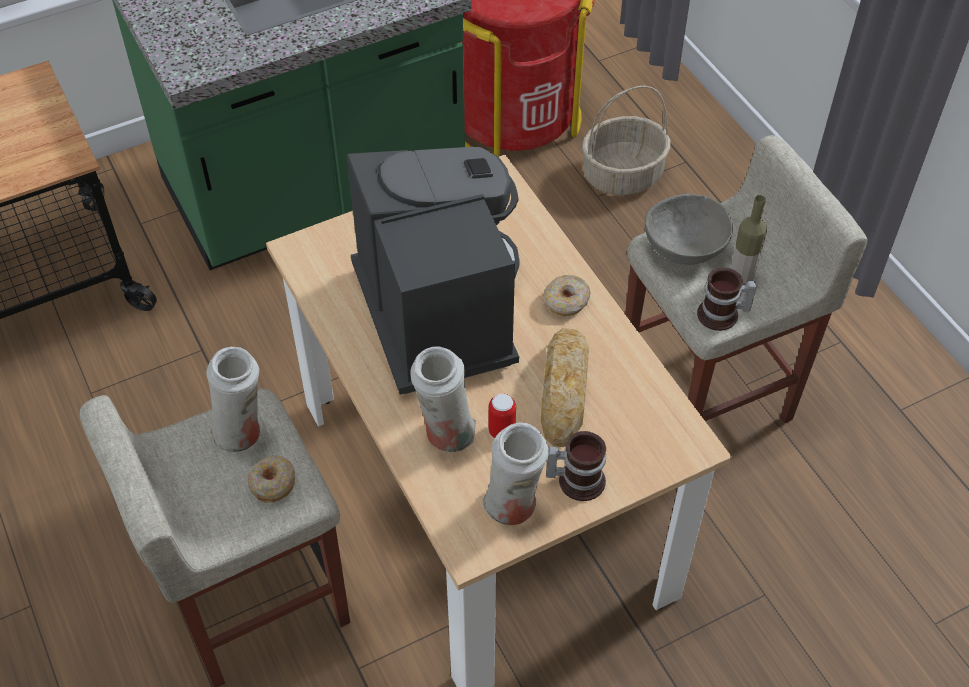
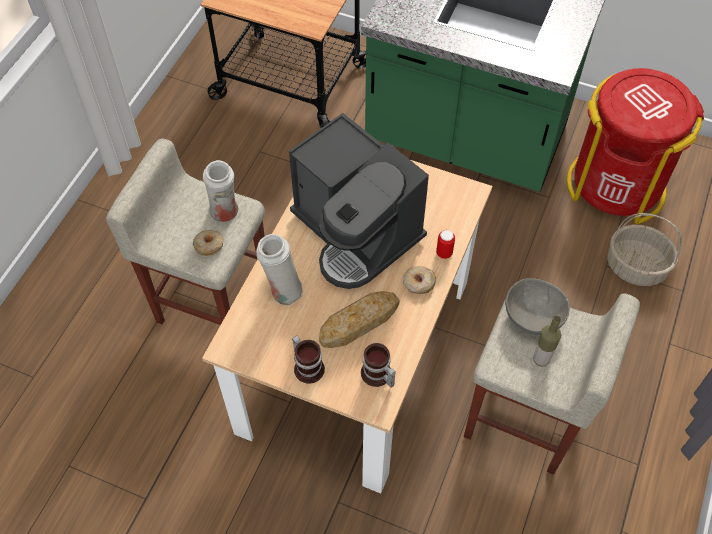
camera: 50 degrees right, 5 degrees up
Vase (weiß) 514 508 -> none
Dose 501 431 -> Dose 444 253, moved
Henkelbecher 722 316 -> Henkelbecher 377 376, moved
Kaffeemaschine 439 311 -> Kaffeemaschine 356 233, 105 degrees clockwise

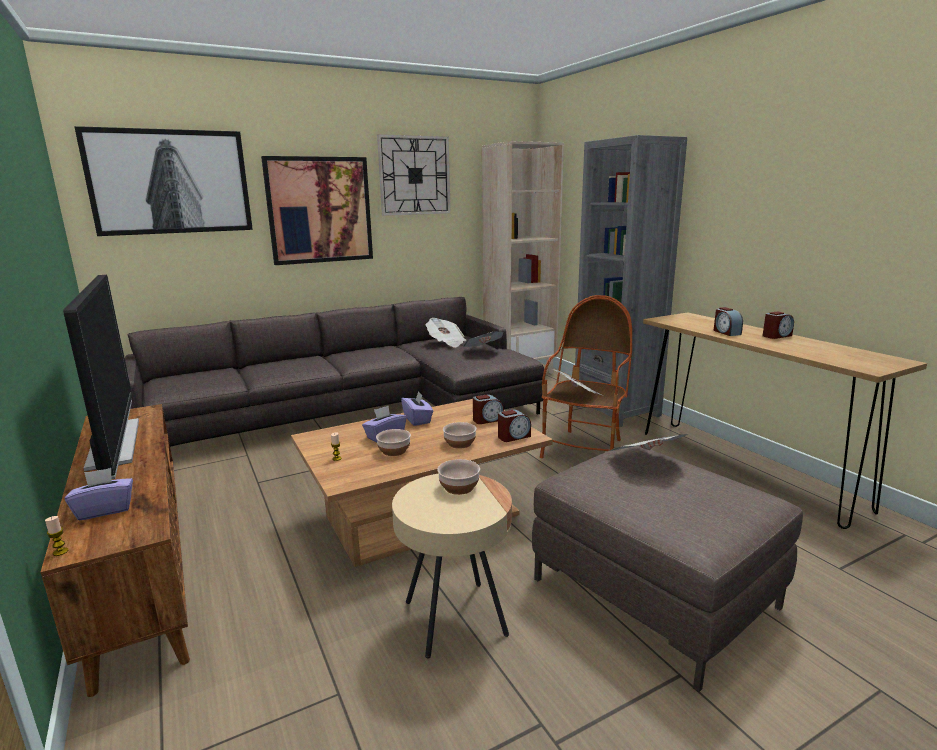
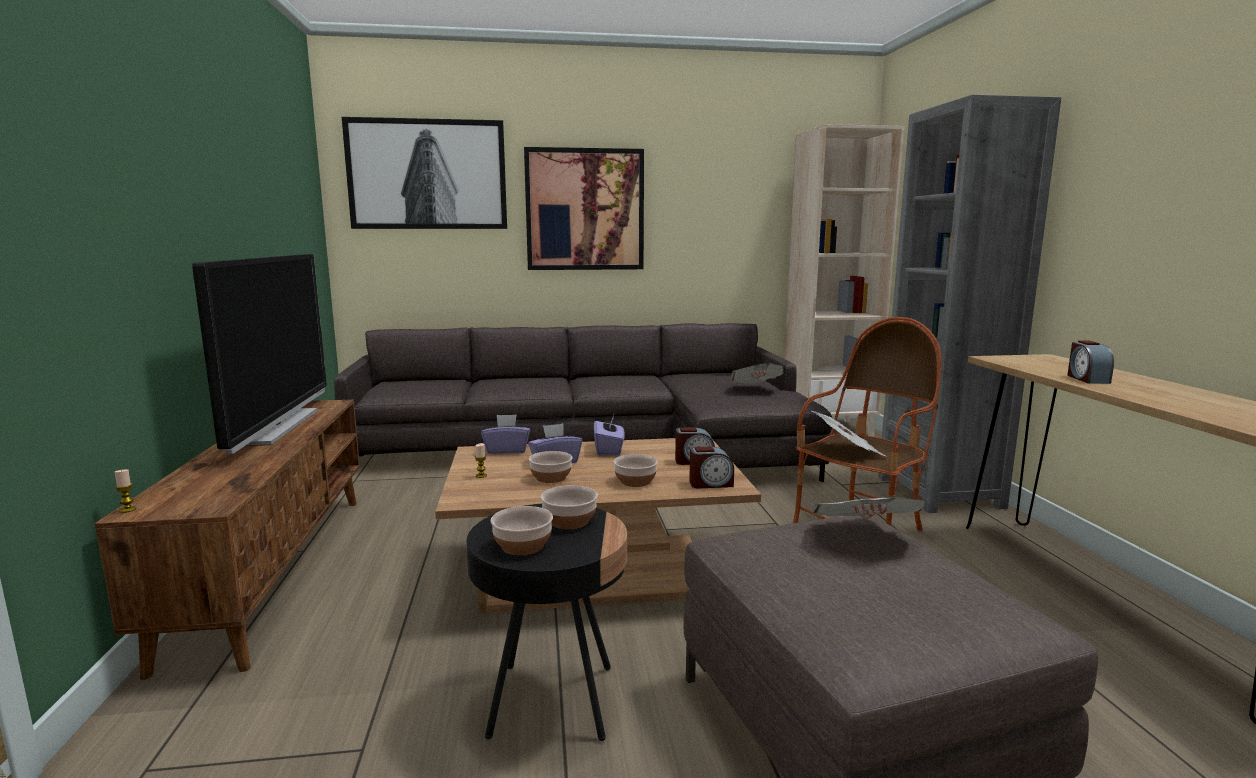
camera: 20 degrees right, 5 degrees down
Wanduhr 414 175 -> none
Zeitung 446 343 -> none
Wecker 776 336 -> none
none -> Schüssel 523 546
Taschentuchbox (lila) 105 510 -> Taschentuchbox (lila) 507 450, moved
Beistelltisch (beige) 455 618 -> Beistelltisch (schwarz) 552 701

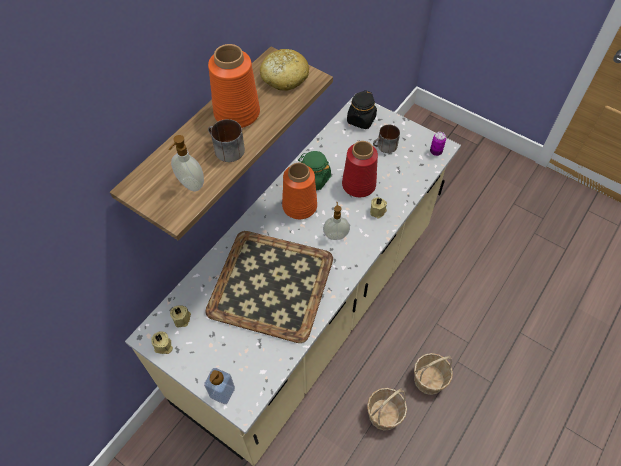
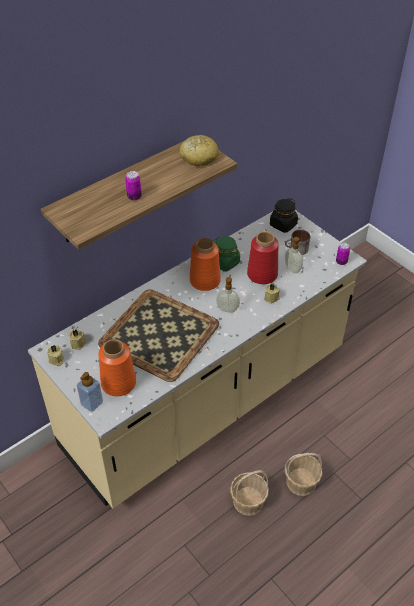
camera: 15 degrees right, 10 degrees down
Seifenspender 190 184 -> Seifenspender 292 269, moved
Vase (orange) 236 113 -> Vase (orange) 118 383, moved
Henkelbecher 225 149 -> Dose 134 197

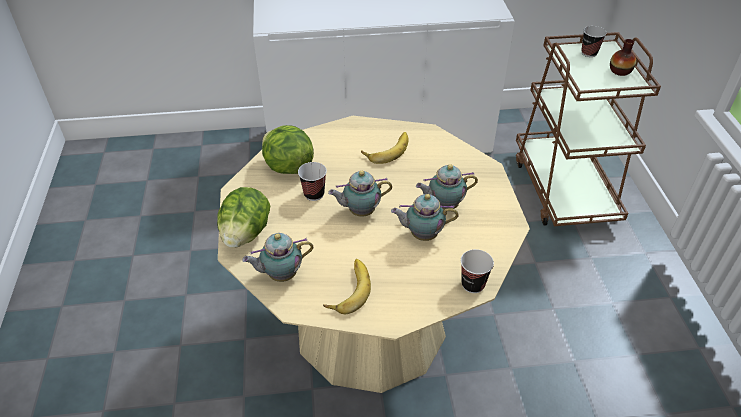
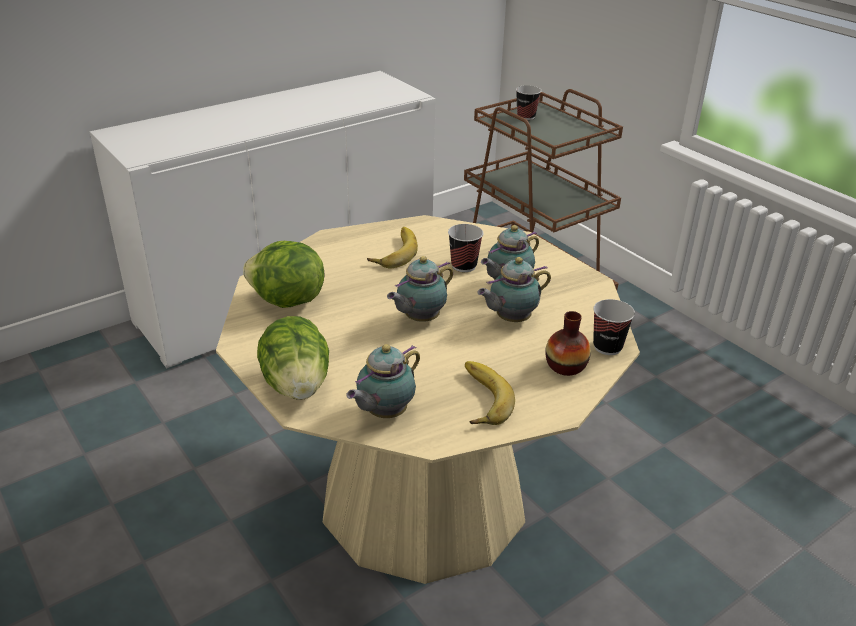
camera: 30 degrees left, 10 degrees down
Tasse 314 194 -> Tasse 464 266, moved
Vase 620 71 -> Vase 565 366, moved

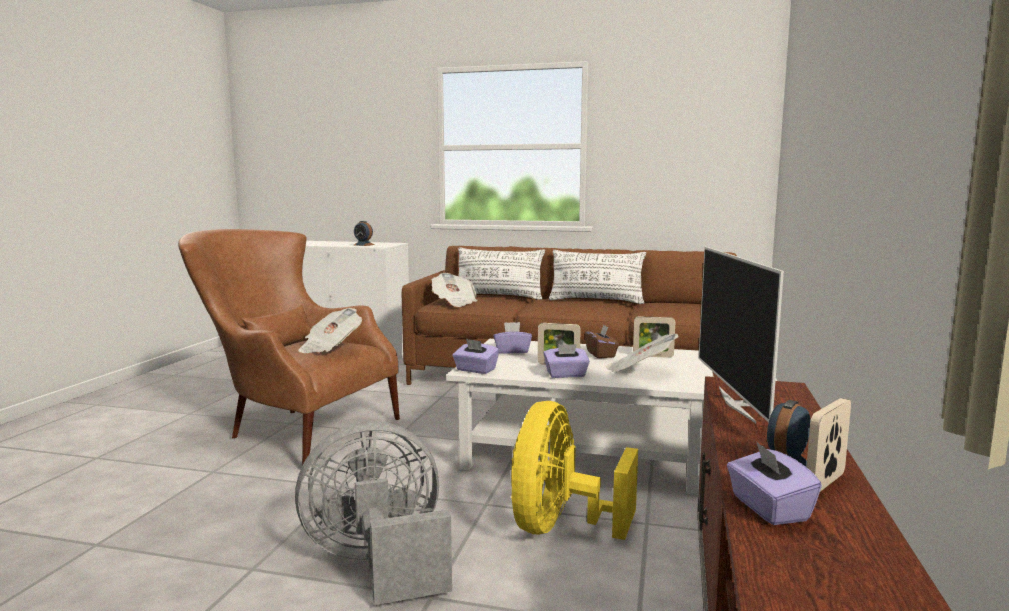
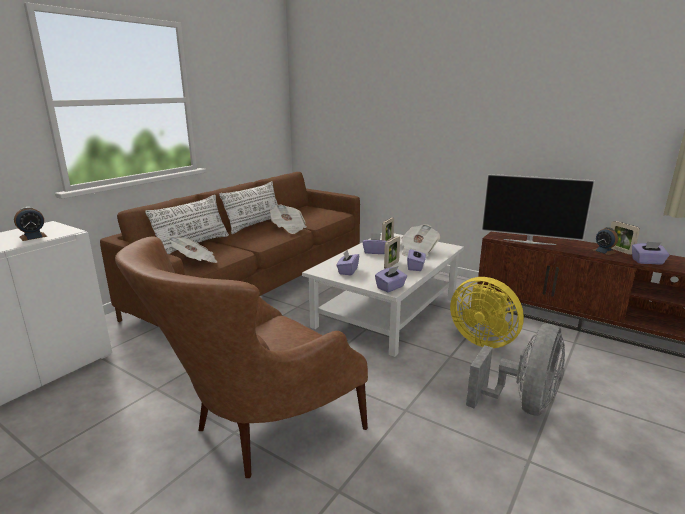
camera: 70 degrees left, 10 degrees up
Zeitung 330 347 -> Zeitung 288 228, moved
Taschentuchbox (braun) 601 354 -> Taschentuchbox (lila) 375 252
Ventilator (grau) 378 564 -> Ventilator (grau) 522 404, 150 degrees counterclockwise

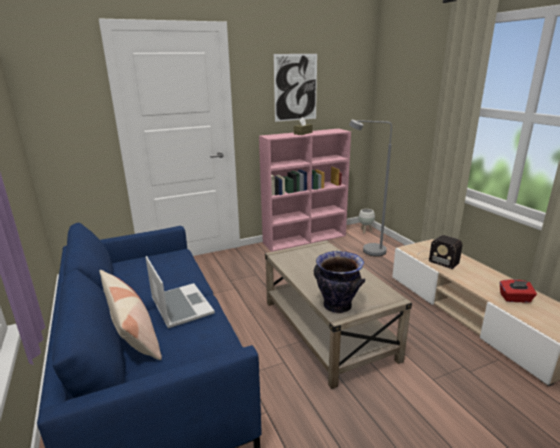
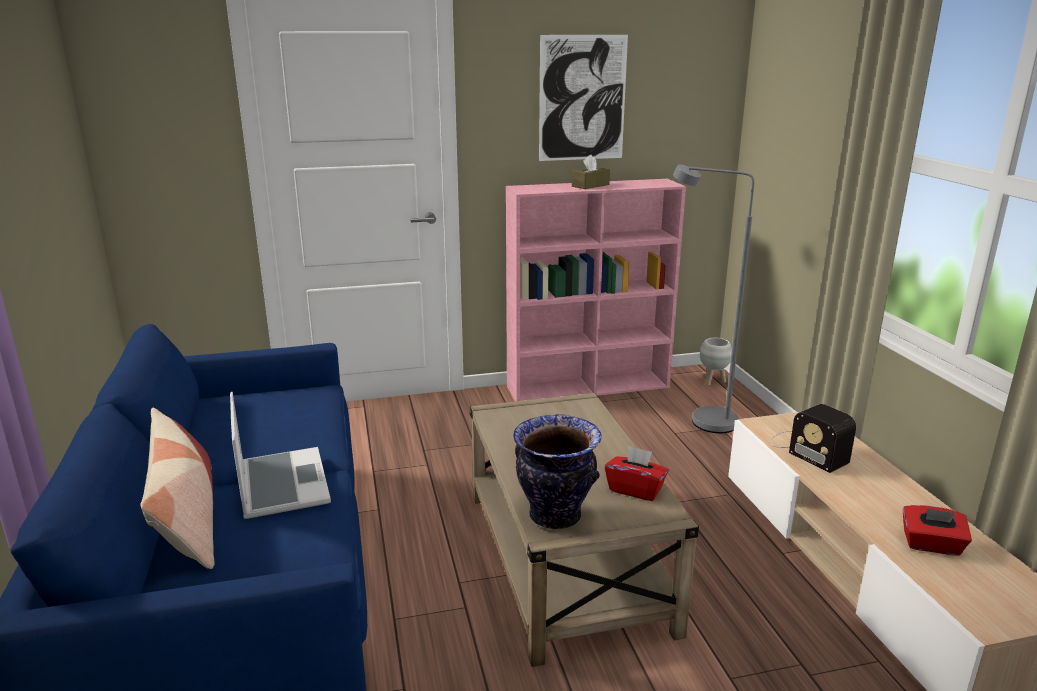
camera: 10 degrees right, 0 degrees up
none -> Taschentuchbox (rot) 635 489

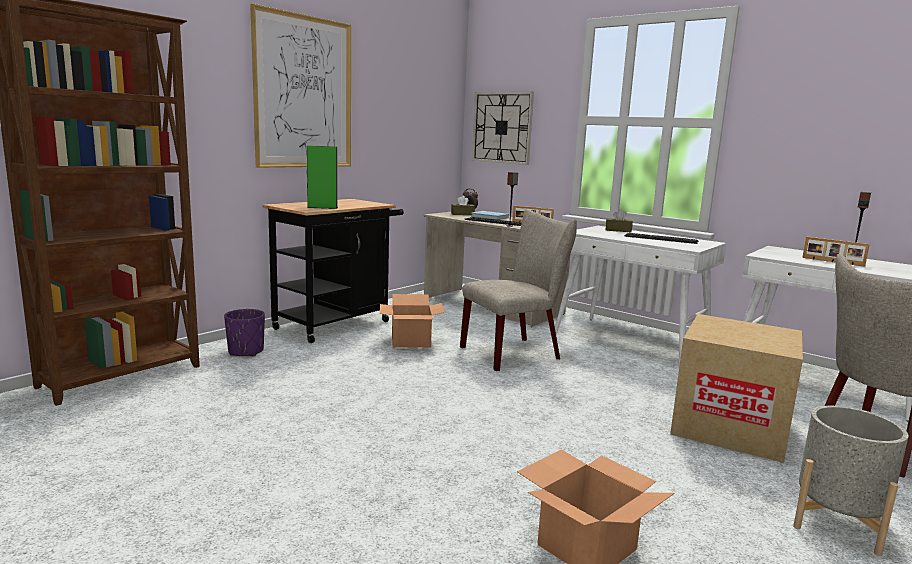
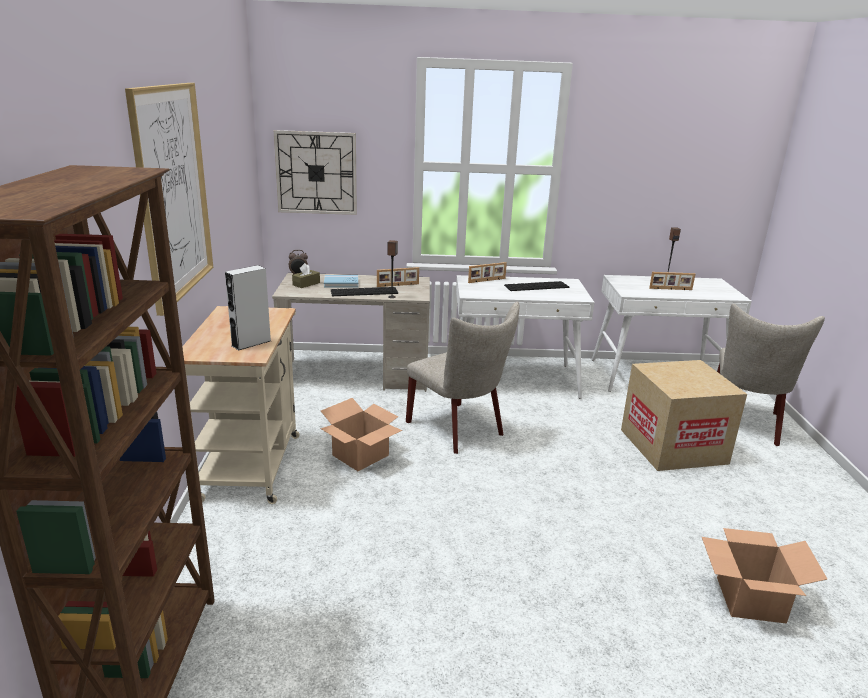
camera: 40 degrees left, 10 degrees up
Pflanzkübel (lila) 246 352 -> none
Pflanzkübel (grau) 837 523 -> none
Taschentuchbox (braun) 618 230 -> Bilderrahmen 487 280
Rollwagen (schwarz) 337 323 -> Rollwagen (beige) 252 461
Lautsprecher (grün) 322 207 -> Lautsprecher (grau) 251 343
Stuhl (beige) 515 352 -> Stuhl (beige) 459 430, 120 degrees clockwise

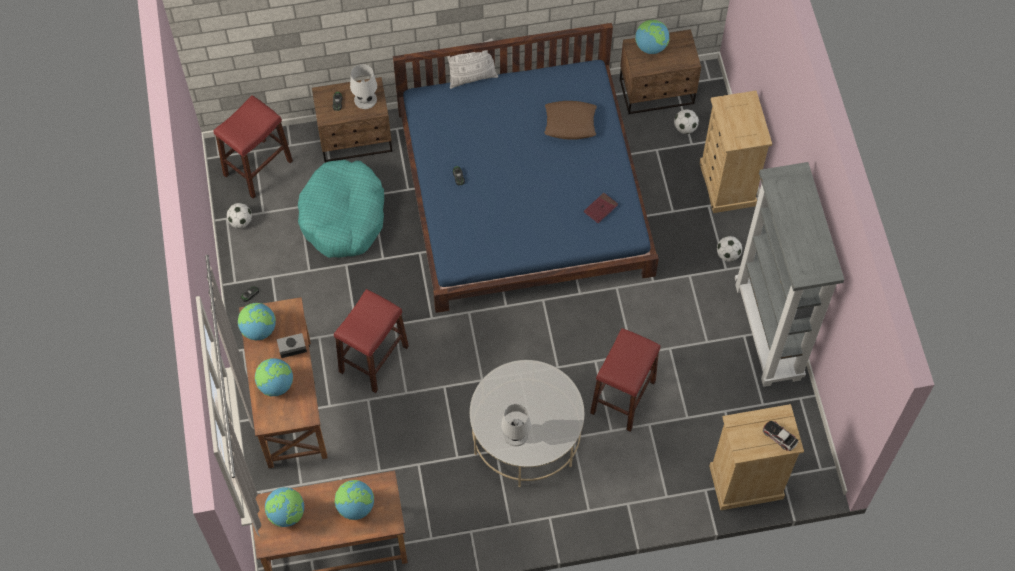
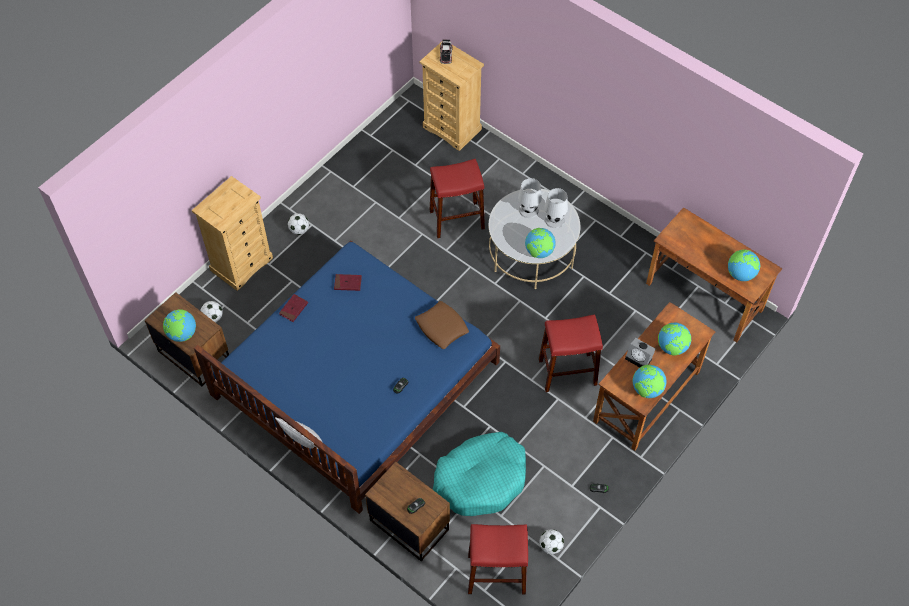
camera: 130 degrees left, 5 degrees down
Bücherregal (grau) 768 333 -> none
none -> Buch (rot) 293 309
Globus 355 506 -> Globus 539 252, moved
Tischlampe (weiß) 365 99 -> Tischlampe (weiß) 528 210, moved
Kissen (braun) 570 123 -> Kissen (braun) 441 327, moved

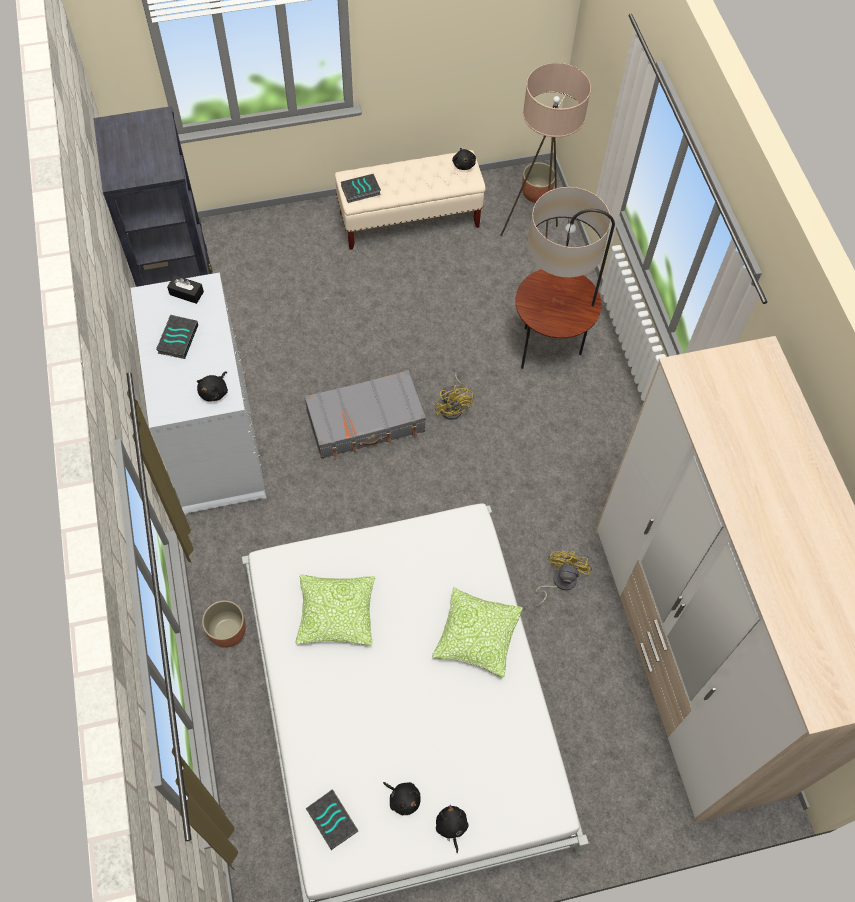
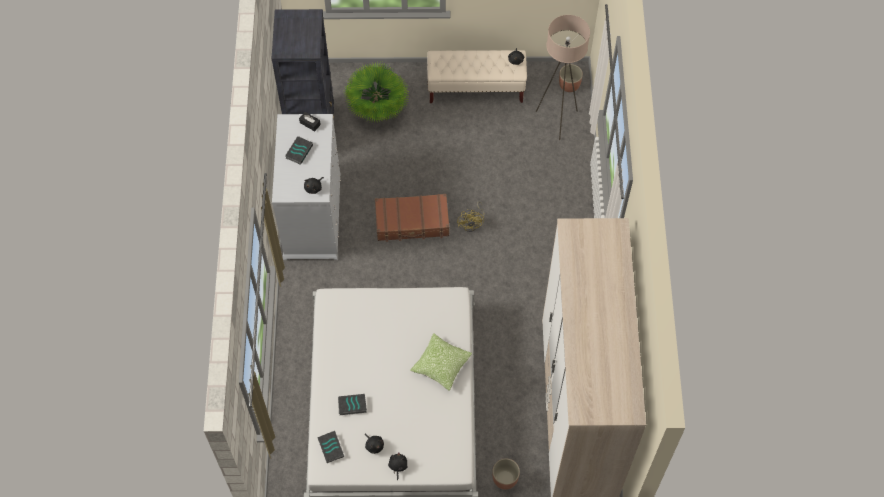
camera: 15 degrees right, 0 degrees up
Kissen 336 614 -> none
Stehlampe 548 350 -> none
Ventilator (gelb) 559 582 -> none
none -> Topfpflanze 378 110
Pflanzkübel 227 632 -> Pflanzkübel 505 479, moved
Buch 360 191 -> Buch 352 406, moved
Koffer (grau) 366 422 -> Koffer (braun) 412 222

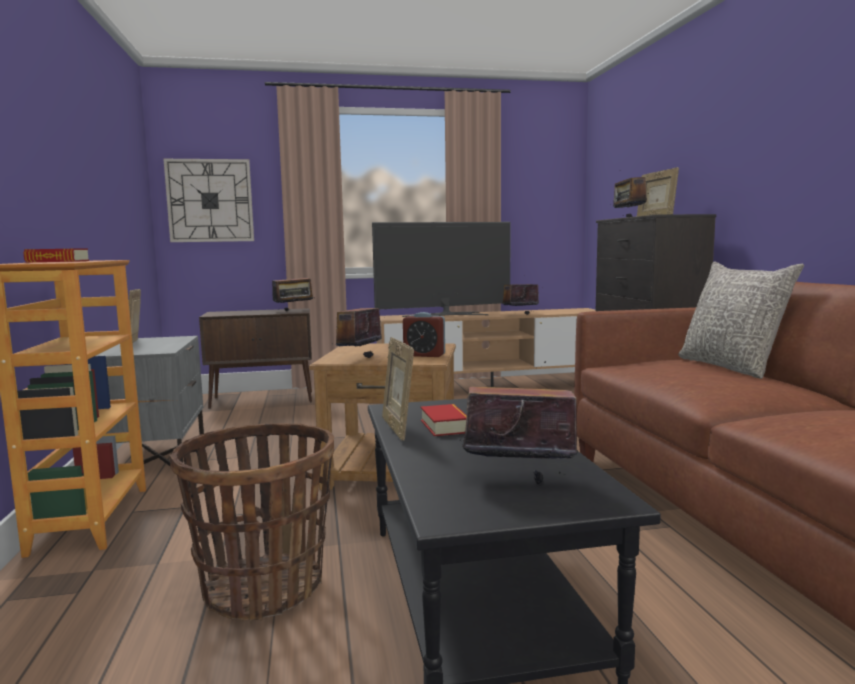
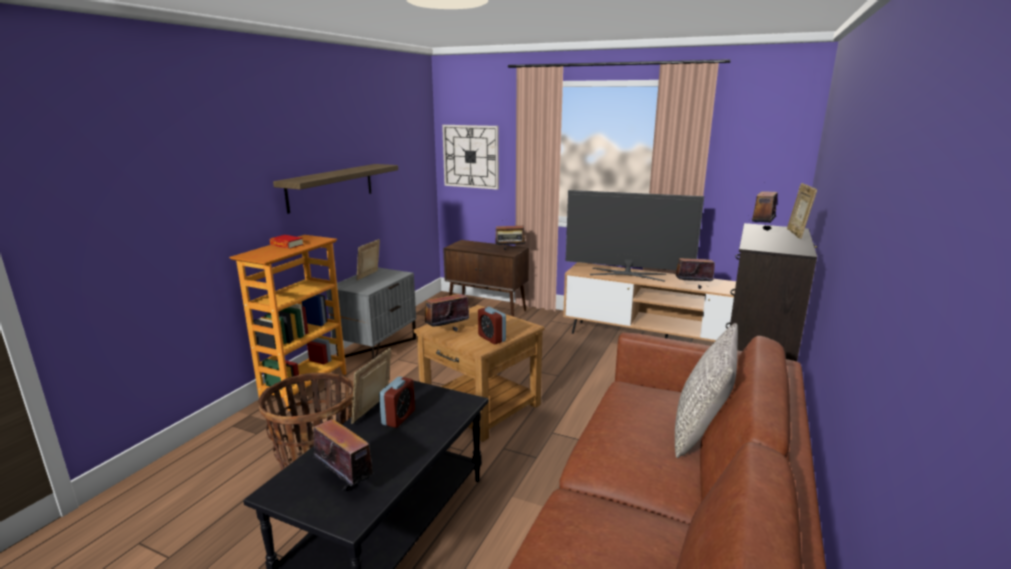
camera: 35 degrees right, 10 degrees up
none -> Wandregal 331 187
Buch 445 426 -> Wecker 398 417

